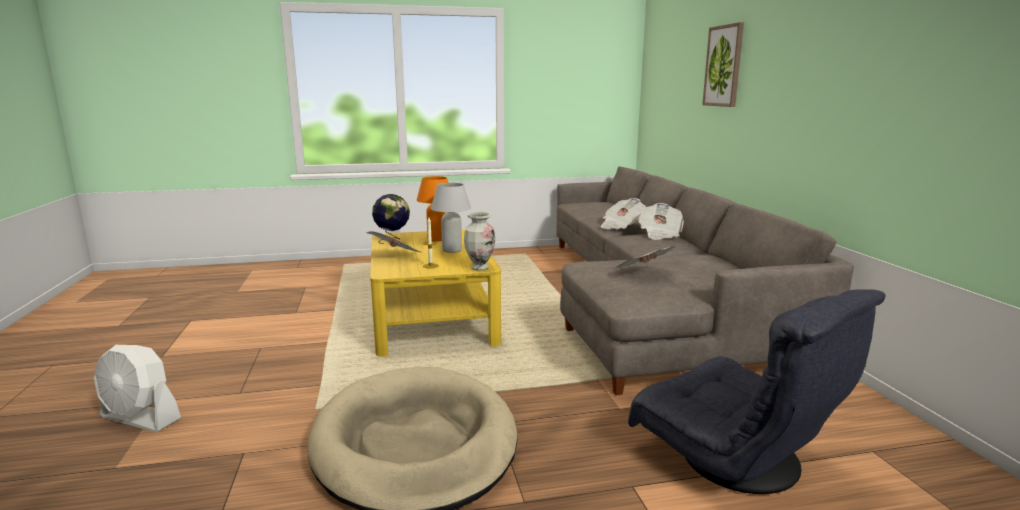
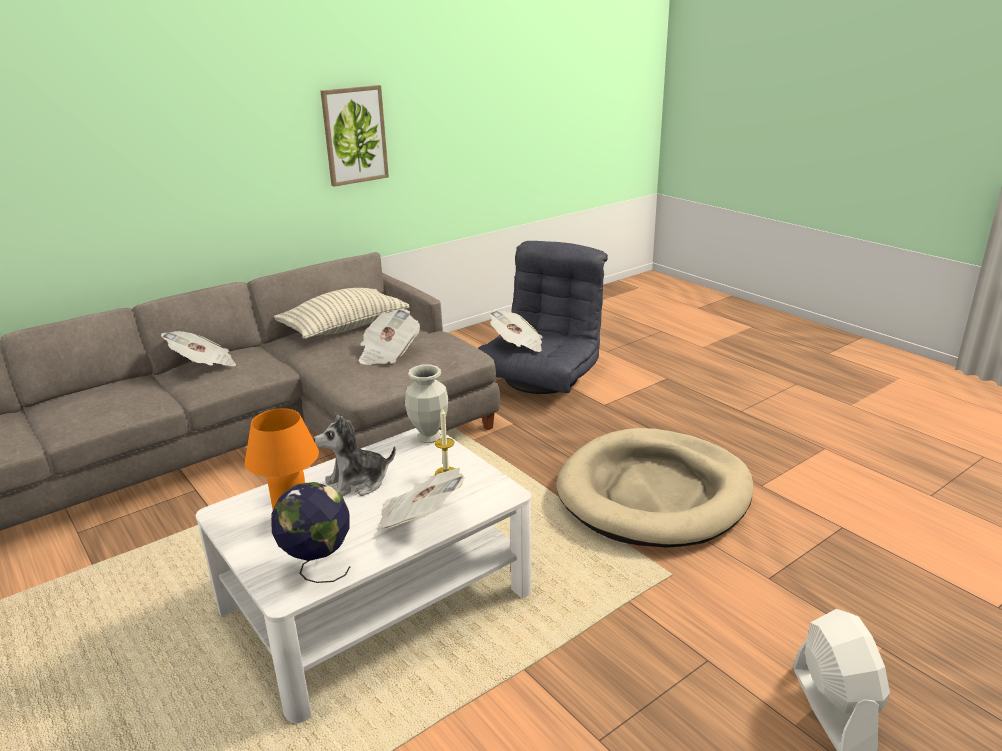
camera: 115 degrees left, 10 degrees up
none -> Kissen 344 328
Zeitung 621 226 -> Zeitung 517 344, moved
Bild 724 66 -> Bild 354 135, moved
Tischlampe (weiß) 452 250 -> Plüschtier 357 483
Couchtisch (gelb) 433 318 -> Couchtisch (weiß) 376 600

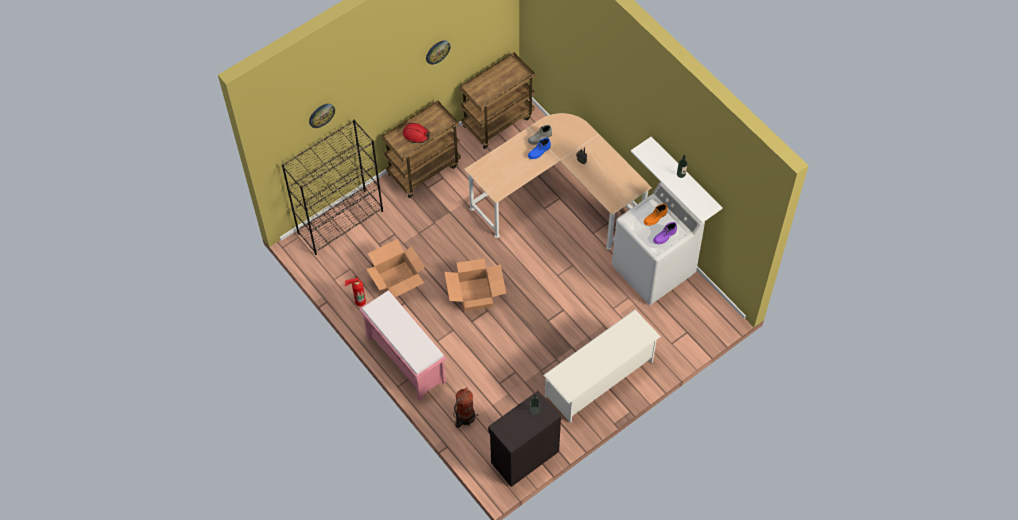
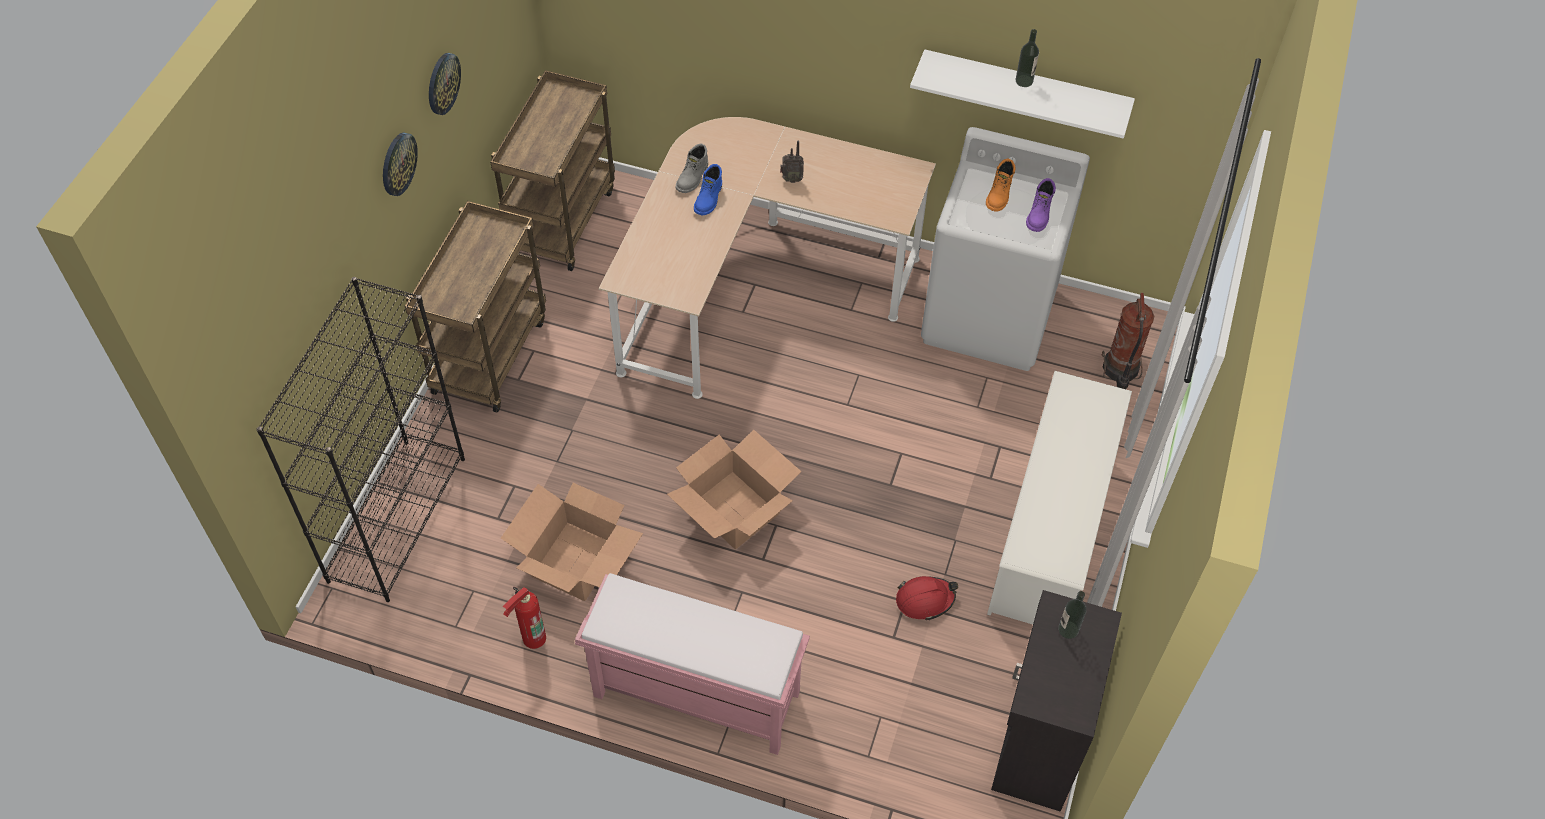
camera: 35 degrees left, 5 degrees down
Wanduhr 321 115 -> Wanduhr 398 163, moved
Schutzhelm (rot) 416 135 -> Schutzhelm (rot) 925 600, moved
Feuerlöscher 464 417 -> Feuerlöscher 1119 370, moved

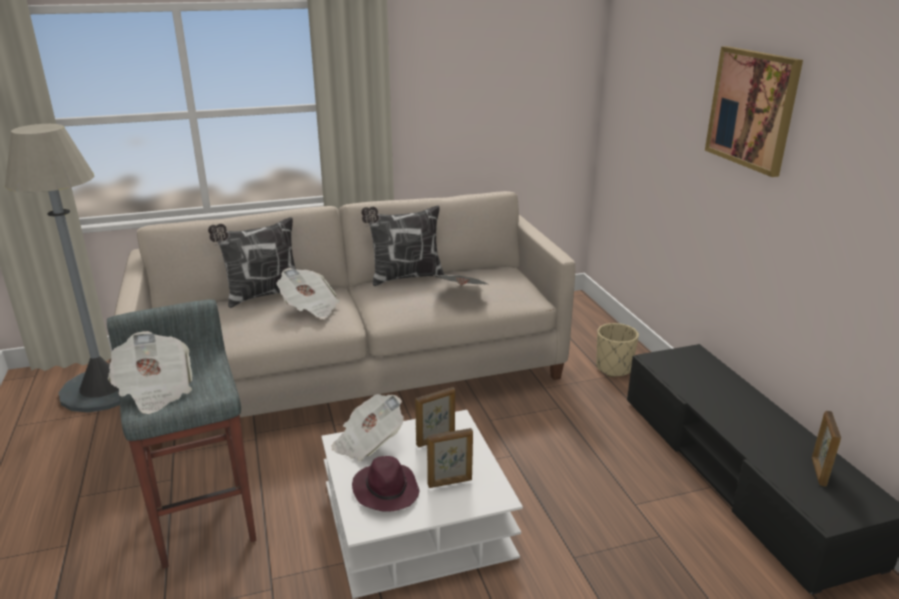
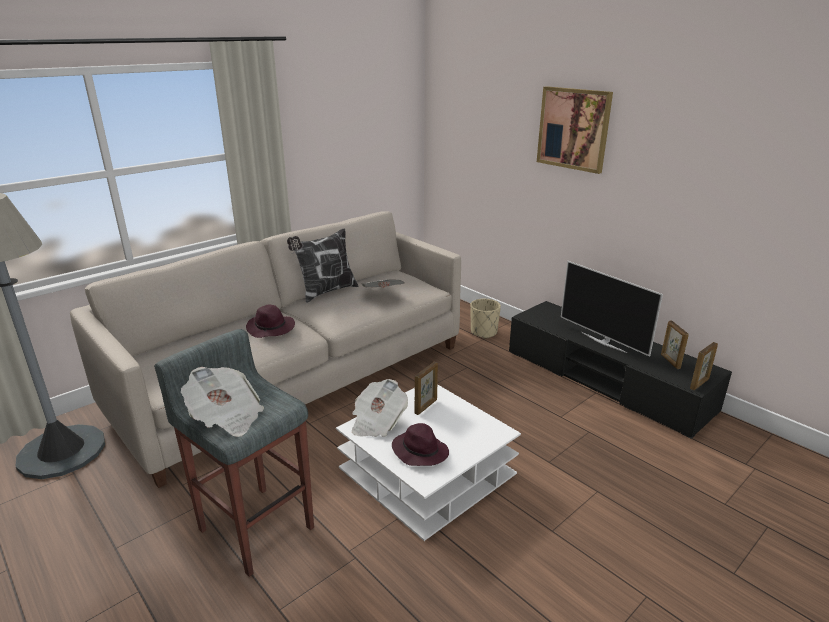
camera: 25 degrees left, 0 degrees up
Kissen 262 295 -> none
none -> Fernseher 604 342
Bilderrahmen 450 482 -> Bilderrahmen 699 384, moved
Zeitung 310 307 -> Hut (lila) 271 328

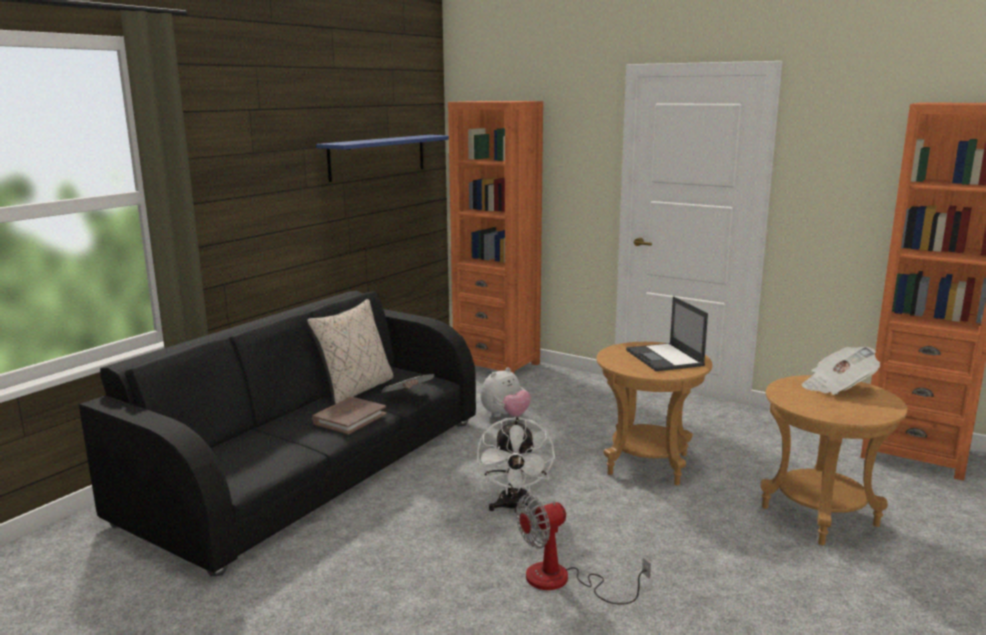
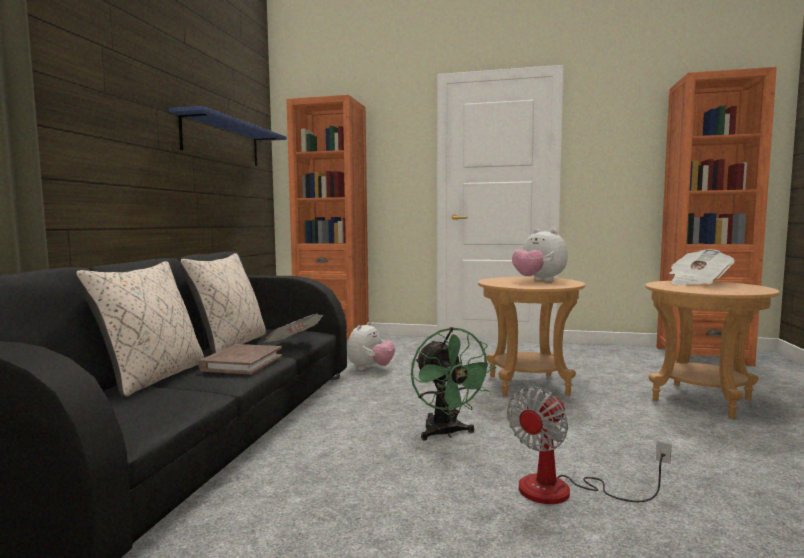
camera: 20 degrees left, 10 degrees down
none -> Kissen (beige) 153 378
Laptop 665 358 -> Plüschtier 538 281
Ventilator (weiß) 515 507 -> Ventilator (grün) 446 433

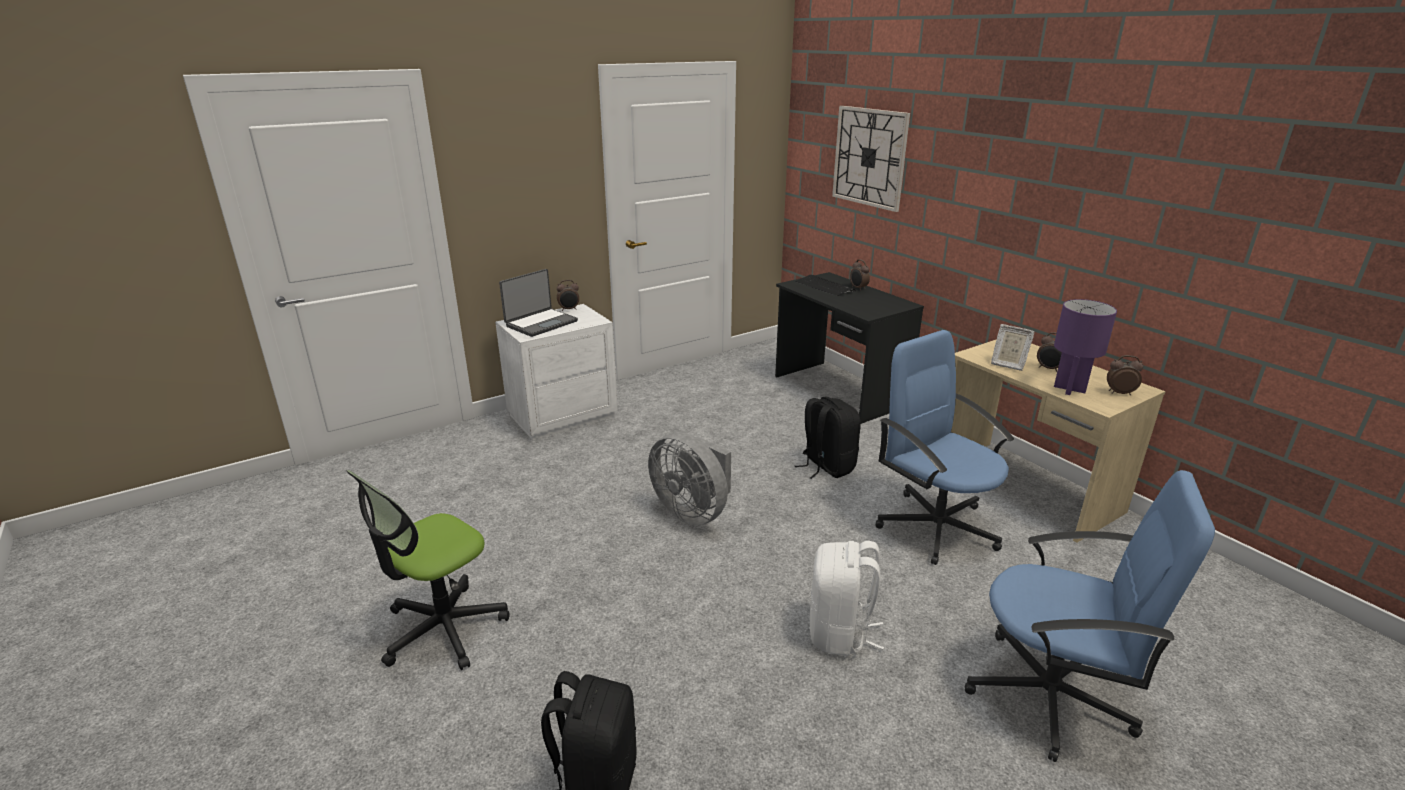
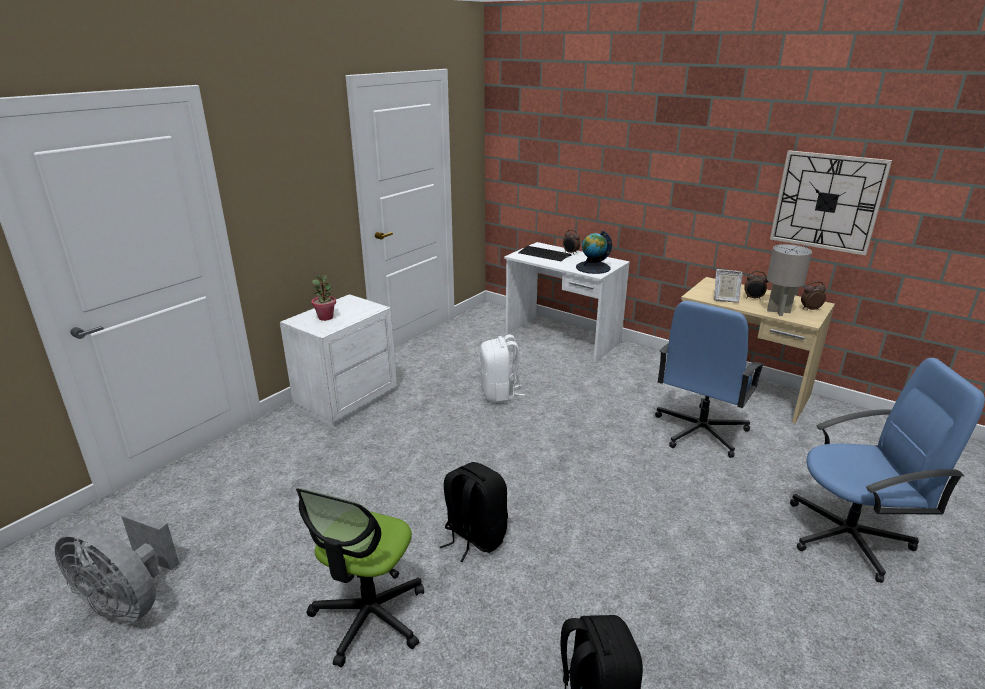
camera: 20 degrees left, 0 degrees up
Wecker 569 309 -> none
none -> Globus 593 267
Ventilator (grau) 693 512 -> Ventilator (grau) 129 602, moved
Rucksack (schwarz) 826 466 -> Rucksack (schwarz) 473 537, moved
Rucksack (weiß) 840 633 -> Rucksack (weiß) 499 394, moved
Wanduhr 869 157 -> Wanduhr 827 202, moved
Laptop 541 323 -> Topfpflanze 326 317
Schreibtisch (schwarz) 838 391 -> Schreibtisch (weiß) 562 338
Tischlampe (lila) 1069 389 -> Tischlampe (grau) 778 311
Bürostuhl (blau) 935 526 -> Bürostuhl (blau) 699 431, 90 degrees counterclockwise

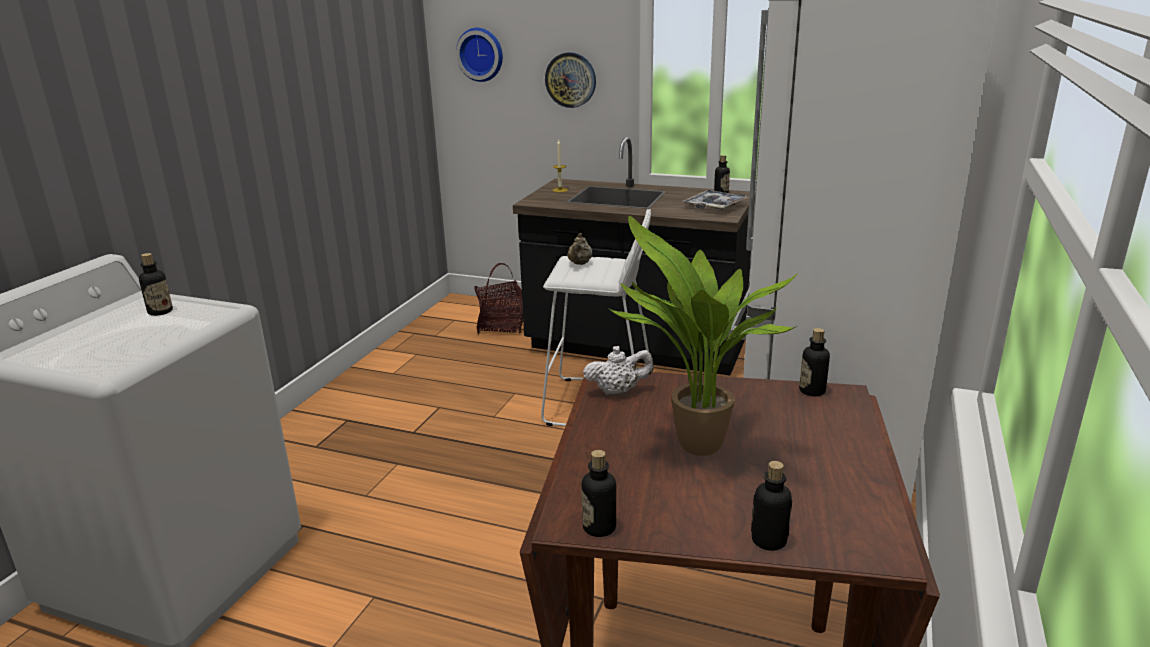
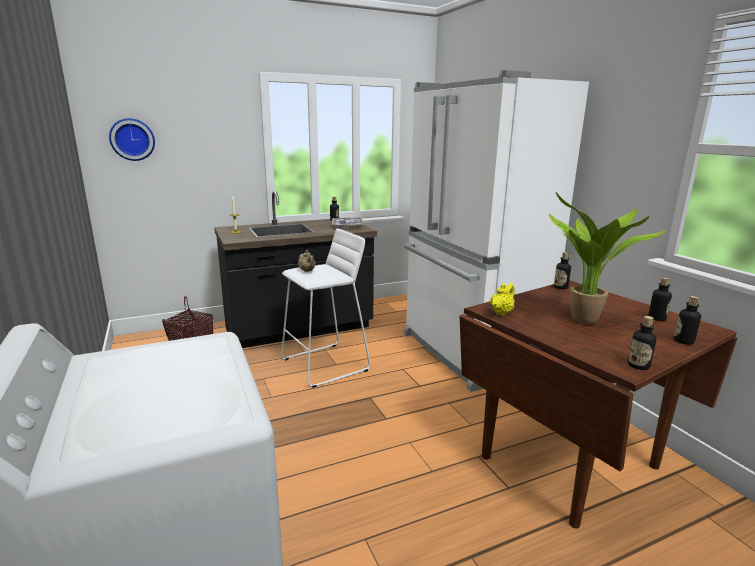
camera: 45 degrees left, 5 degrees down
Wanduhr 570 80 -> none
Flasche 160 312 -> Flasche 657 318, moved
Teekanne (weiß) 618 391 -> Teekanne (gelb) 501 313

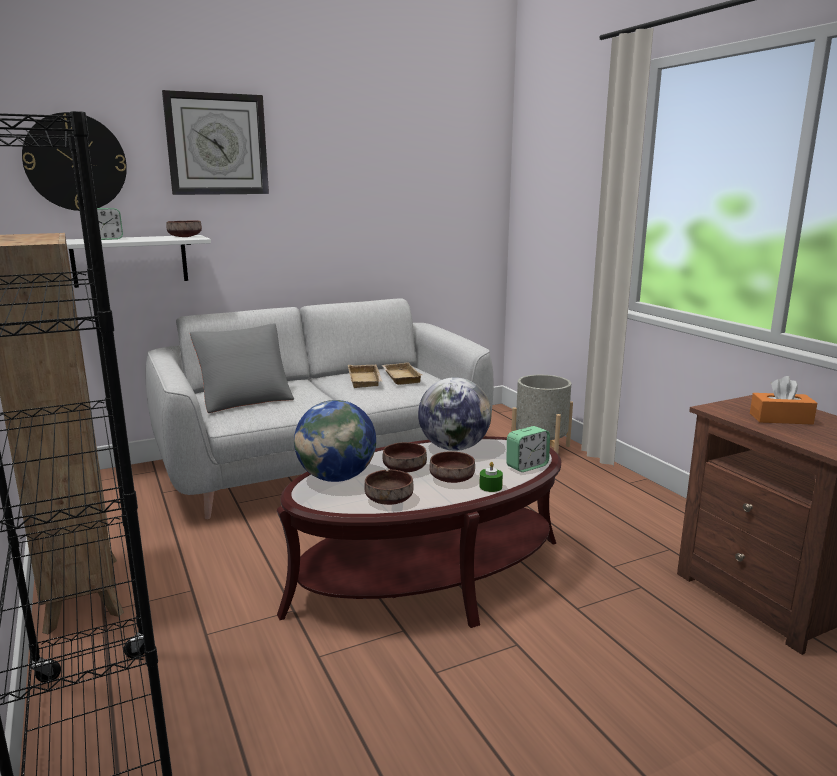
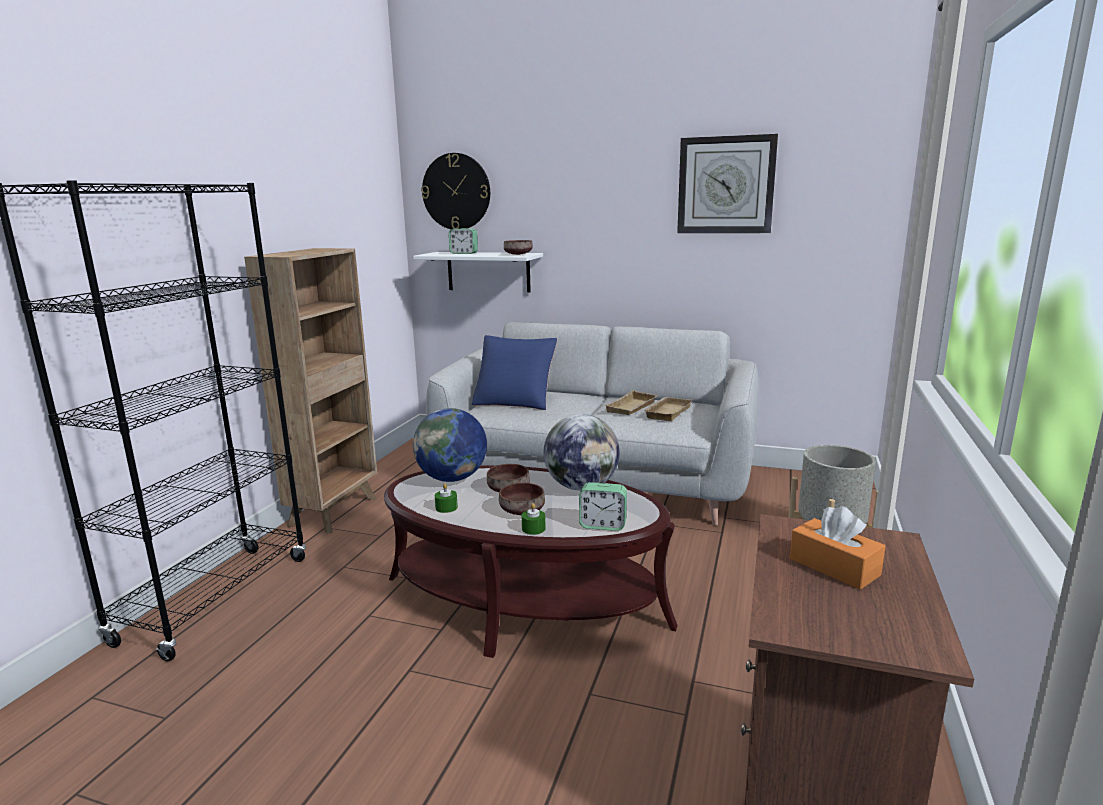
camera: 45 degrees right, 0 degrees up
Wanduhr 217 144 -> Wanduhr 726 185, moved
Schüssel (braun) 388 500 -> Kerze (grün) 446 507
Kissen (grau) 245 399 -> Kissen (blau) 515 401

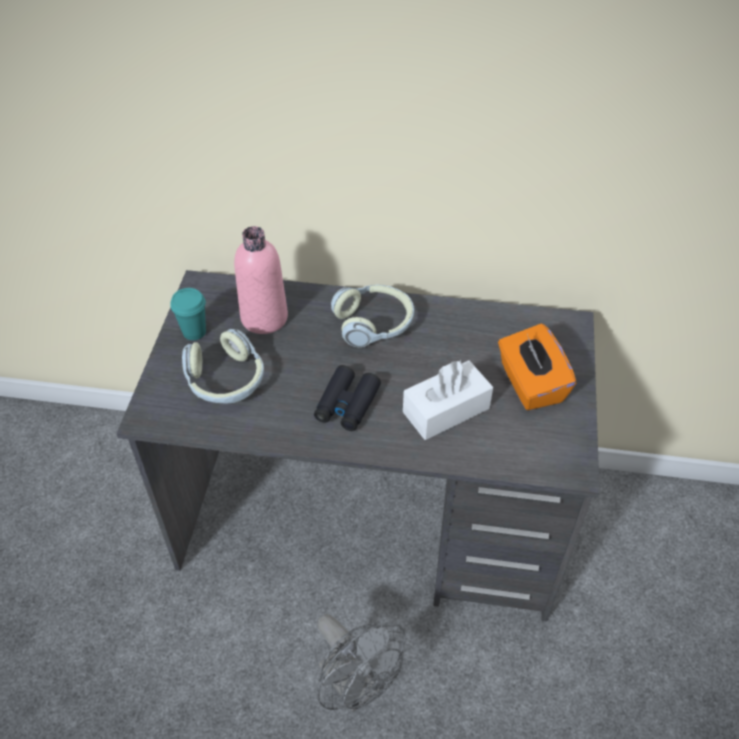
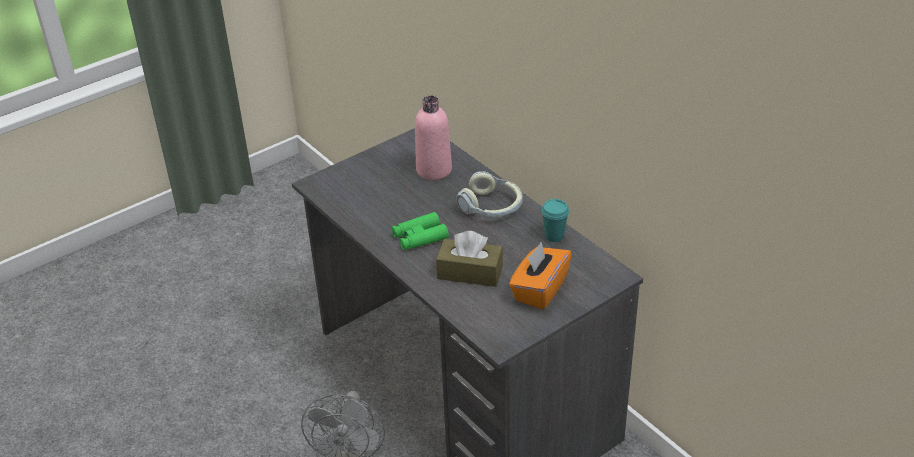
camera: 45 degrees right, 10 degrees down
Kopfhörer 226 380 -> none
Tasse (türkis) 194 332 -> Tasse (türkis) 554 236, moved
Fernglas (schwarz) 347 404 -> Fernglas (grün) 419 237
Taschentuchbox (weiß) 446 410 -> Taschentuchbox (braun) 470 272

